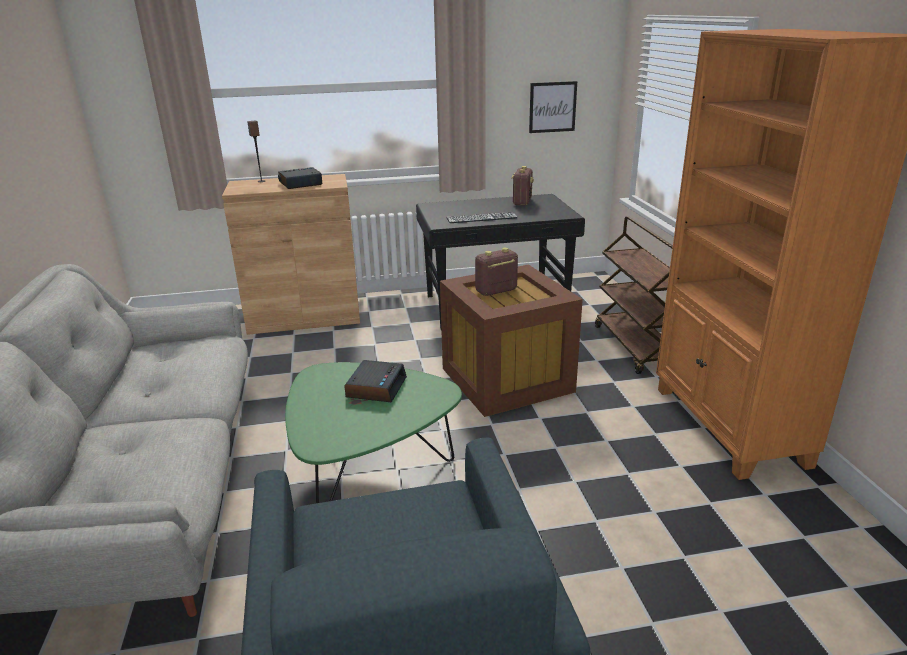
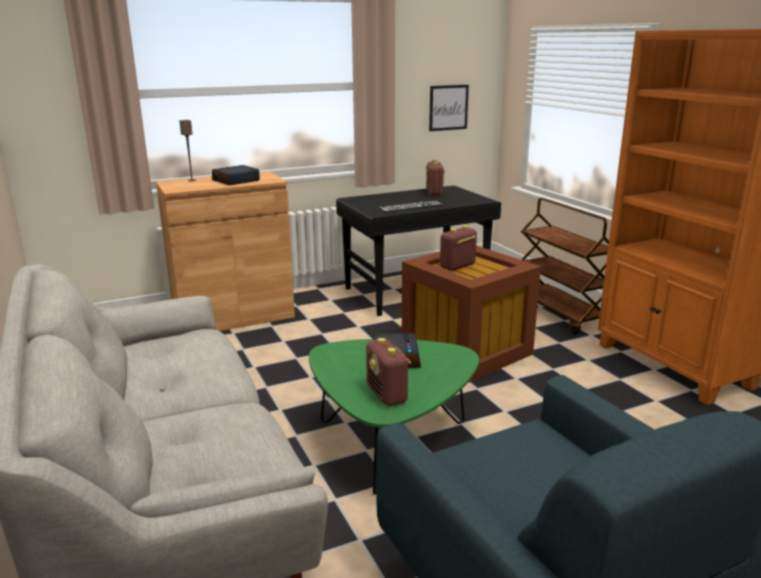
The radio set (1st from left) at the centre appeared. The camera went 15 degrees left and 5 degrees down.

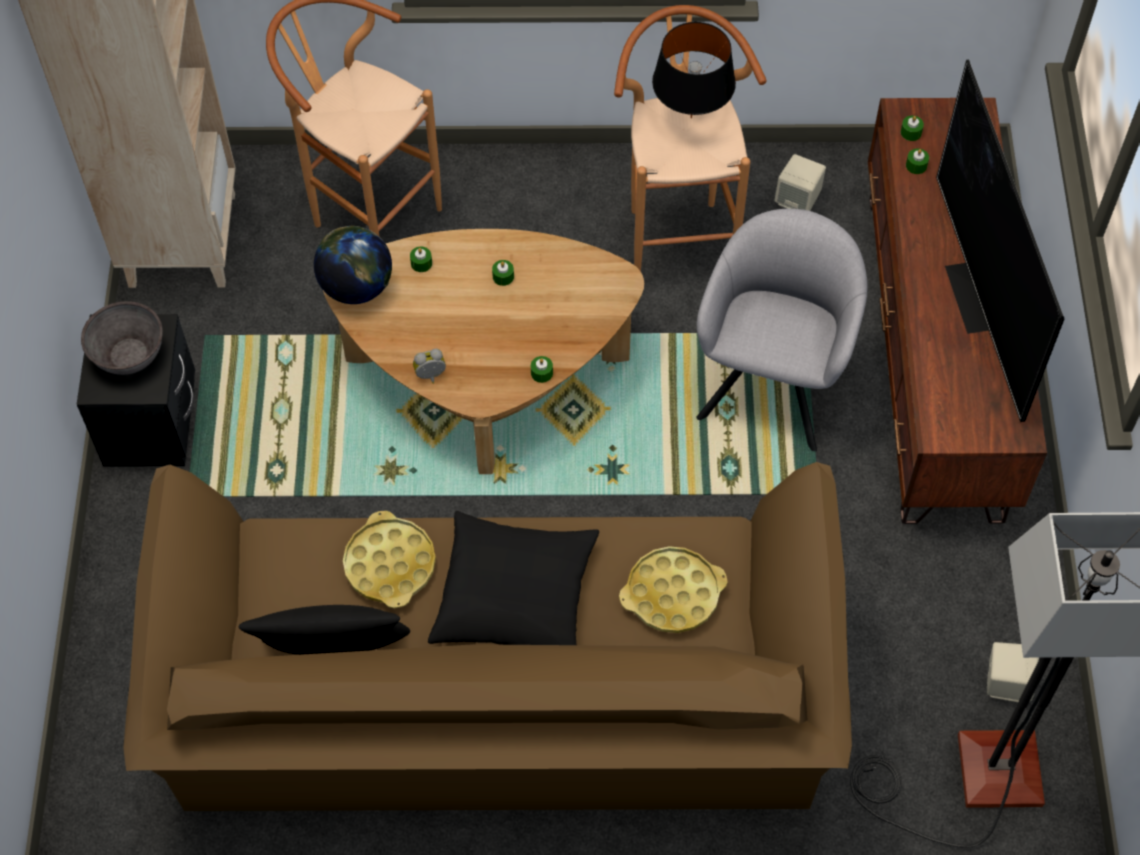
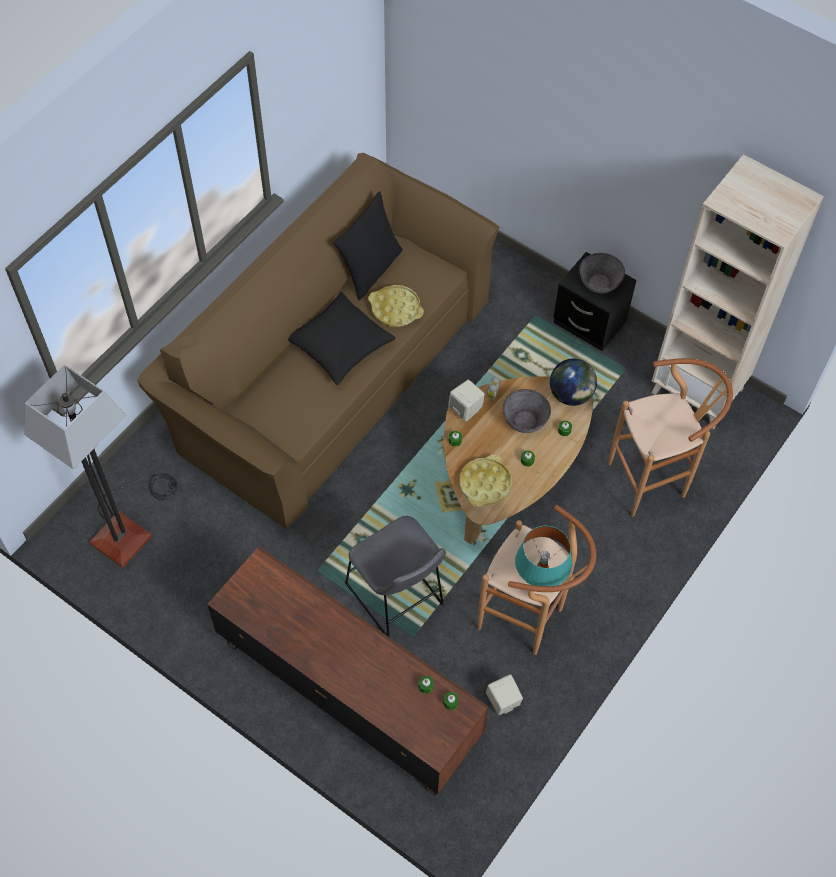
The black table lamp at the top centre became the turquoise-coloured table lamp at the centre. The television at the top right disappeared. The gray lounge chair at the middle right was replaced by the gray stool seat at the centre. The yellow serving tray (2nd from left) moved from the bottom centre to the centre. The beige-coloured audio speaker (2nd from left in the first image) moved from the bottom right to the centre. The gray bowl (1st from left) at the centre appeared. The camera went 125 degrees right and 0 degrees up.

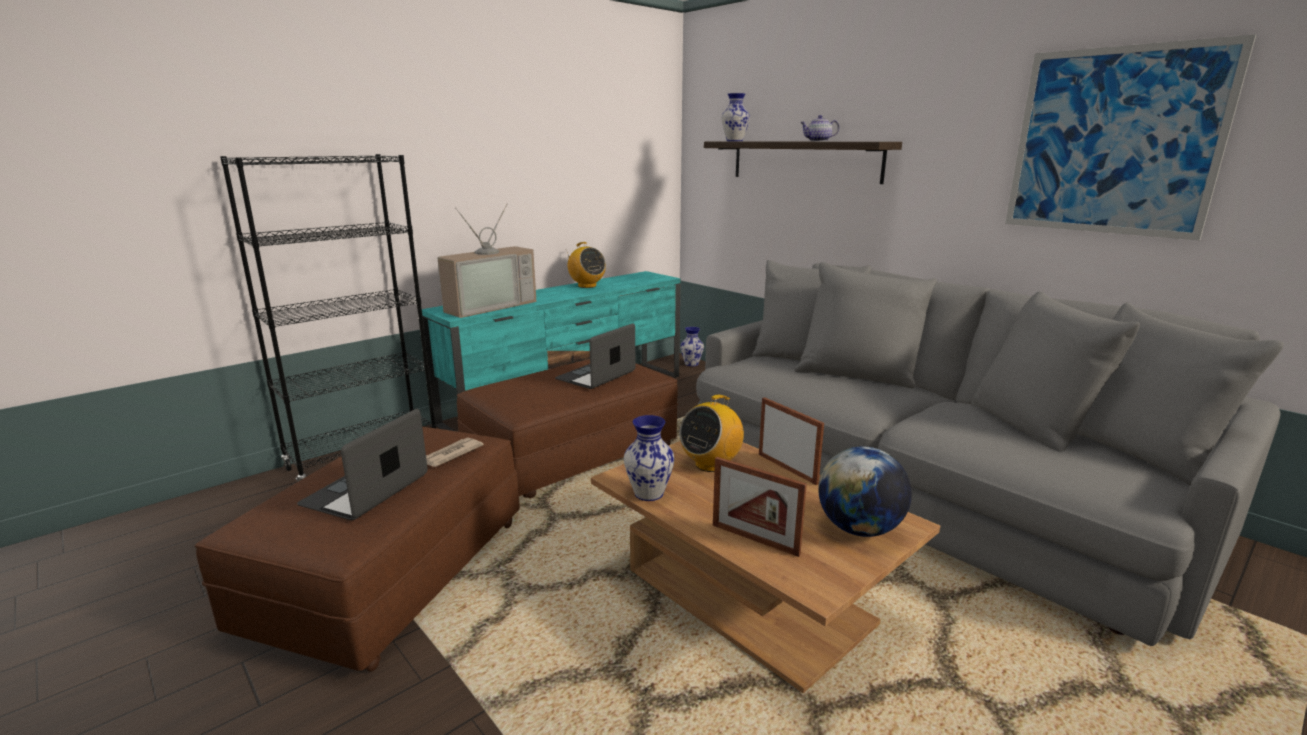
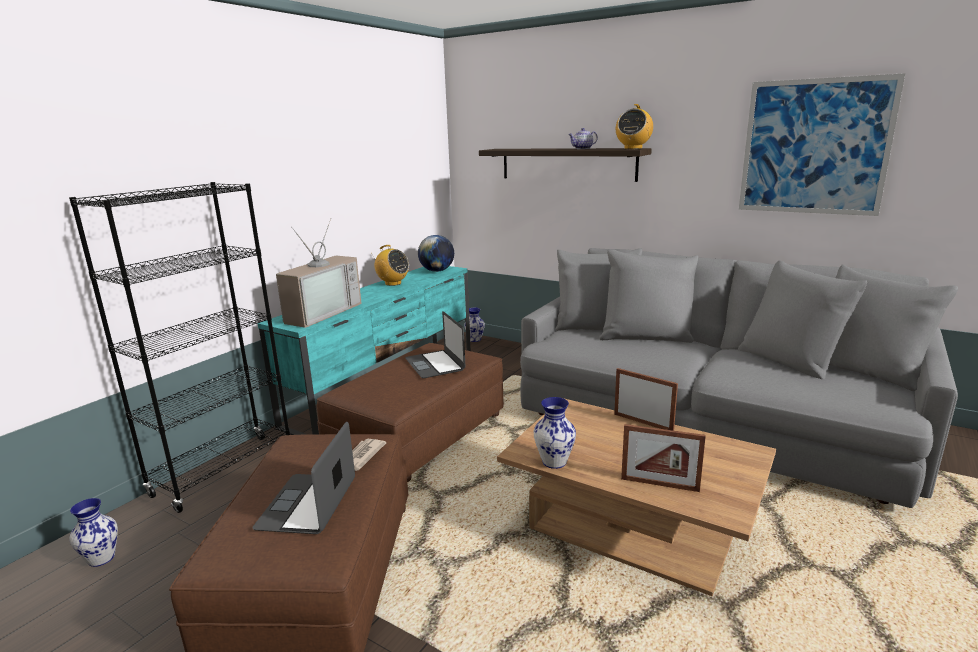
The vase (3rd from left in the first image) moved from the top centre to the bottom left. The notebook computer (2nd from left) at the centre turned 45 degrees counterclockwise. The radio set (2nd from left) moved from the centre to the top centre. The world globe moved from the bottom centre to the centre. The camera went 15 degrees left and 0 degrees up.

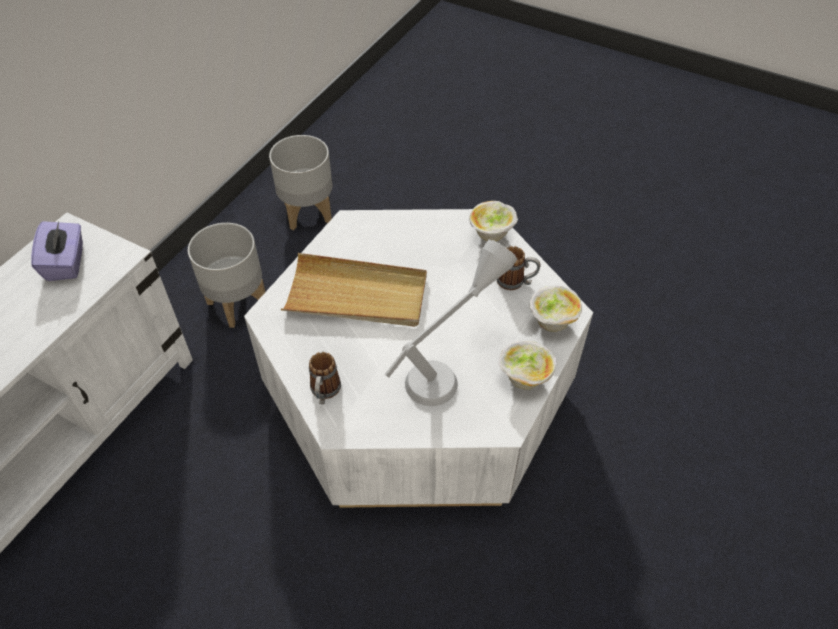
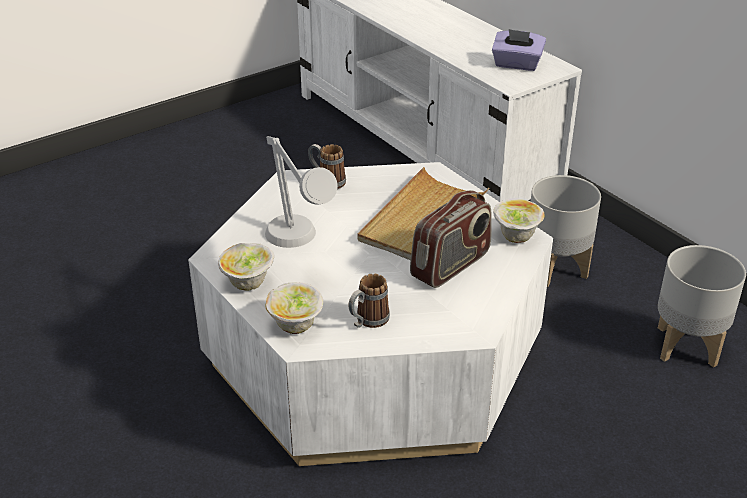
The bowl (1st from left in the first image) moved from the centre to the middle right. The radio set at the centre appeared. The camera went 115 degrees right and 15 degrees down.

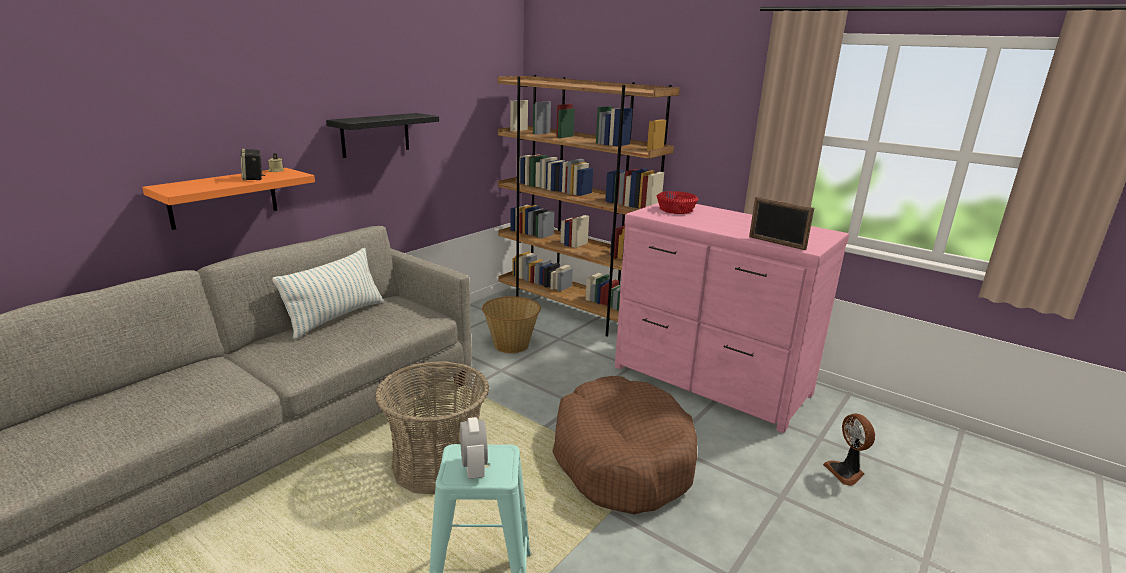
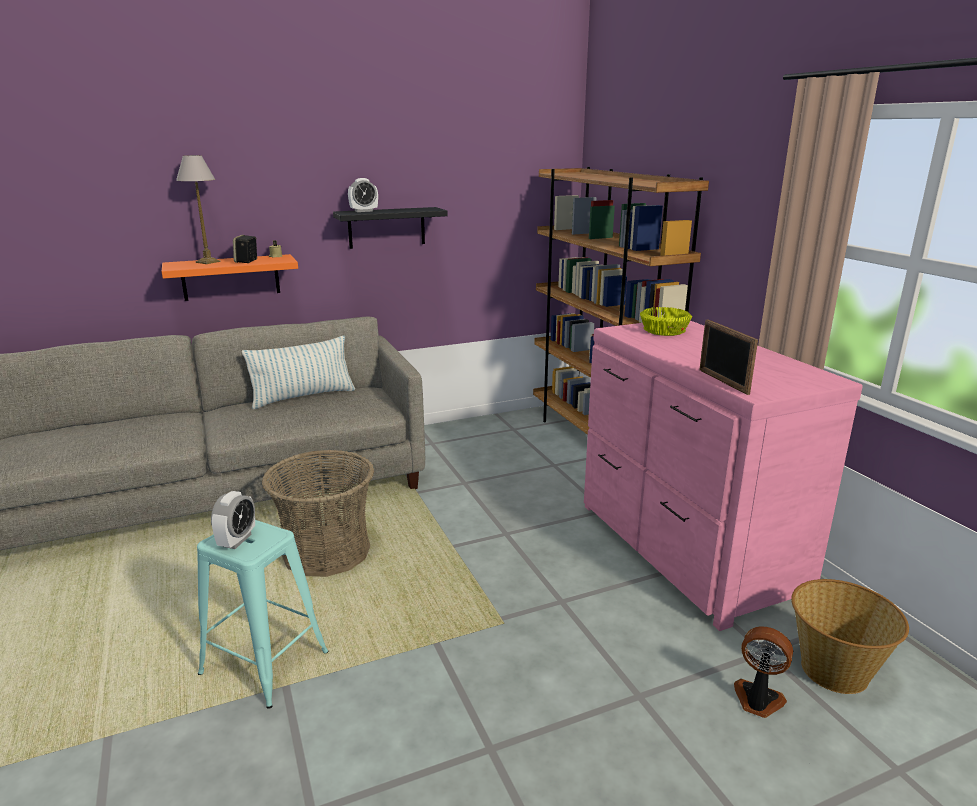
The red bowl at the centre became the yellow bowl at the middle right. The basket (2nd from left) moved from the centre to the bottom right. The brown-coloured dog bed at the bottom centre disappeared. The cooling fan at the bottom right turned 105 degrees clockwise. The table lamp at the top left appeared. The table clock (2nd from left) at the top centre appeared. The camera went 30 degrees right and 0 degrees up.

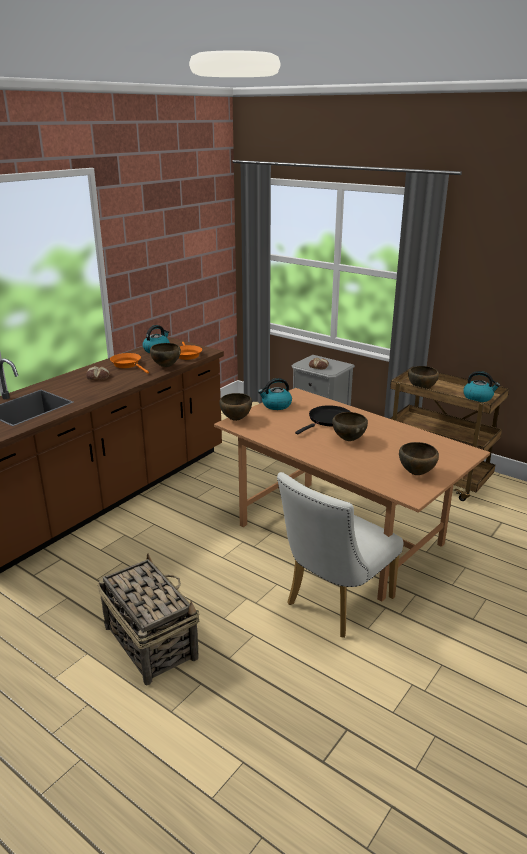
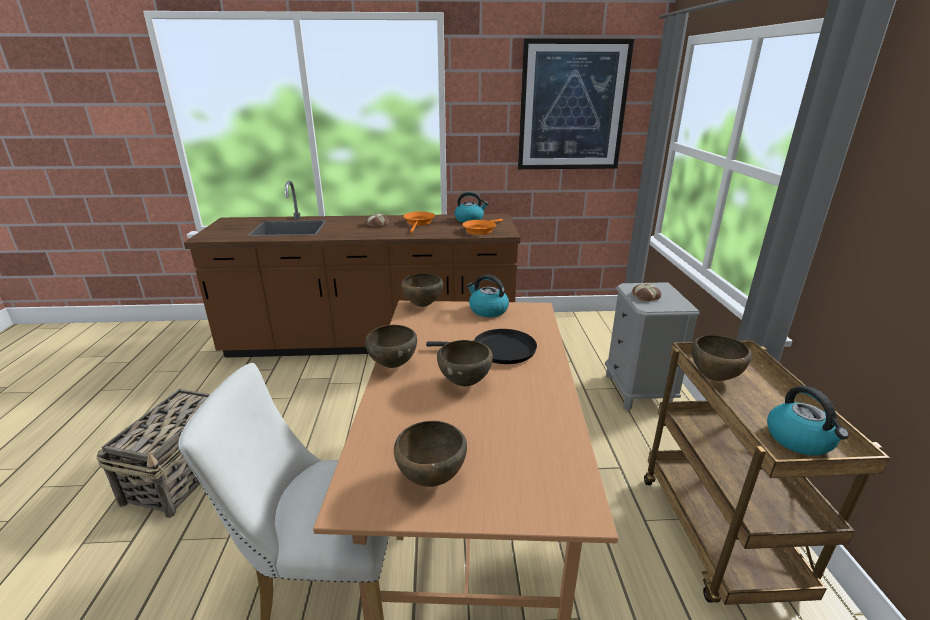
The brown-coloured bowl (1st from left) moved from the middle left to the centre. The picture at the top centre appeared. The camera went 50 degrees right and 0 degrees up.

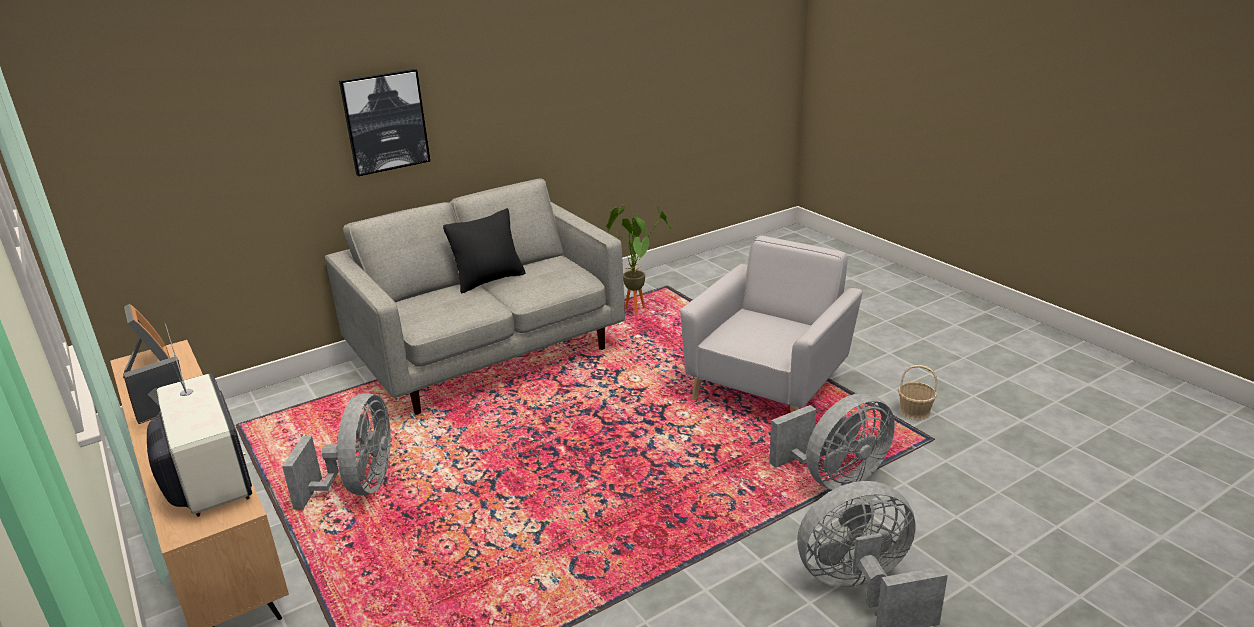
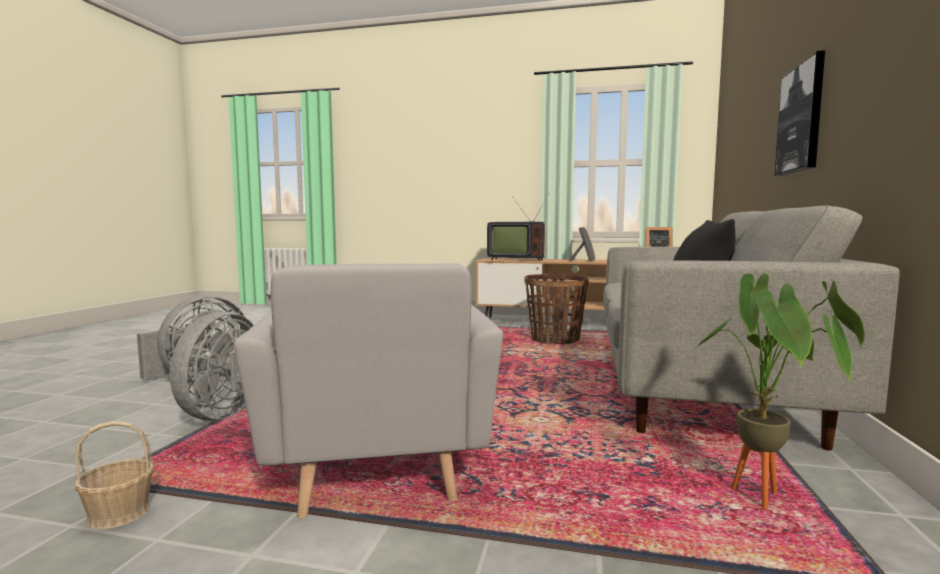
The gray cooling fan (1st from left) at the bottom left was replaced by the basket (2nd from left) at the centre. The camera went 135 degrees right and 20 degrees down.

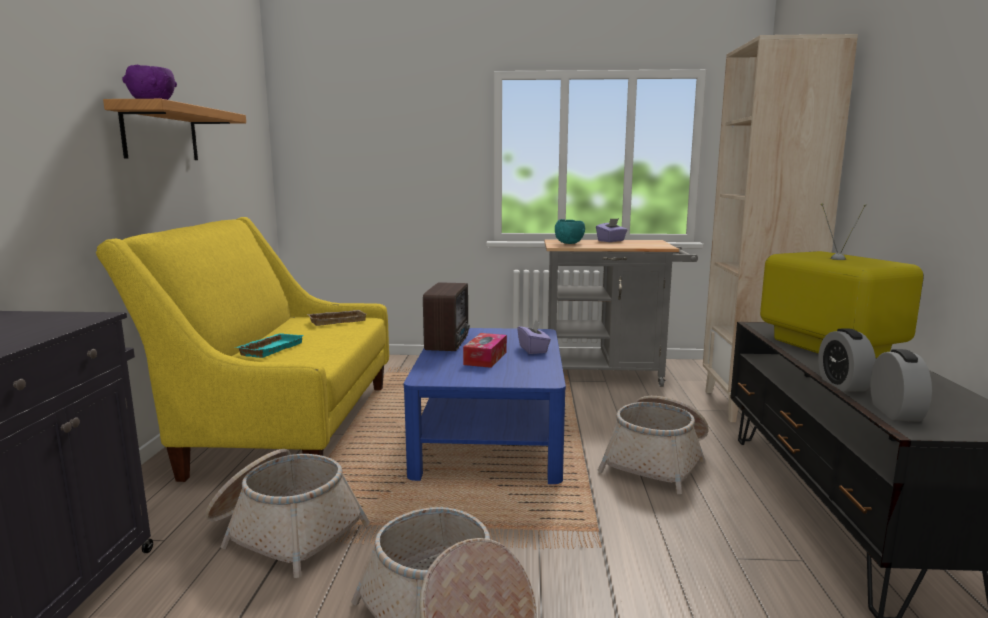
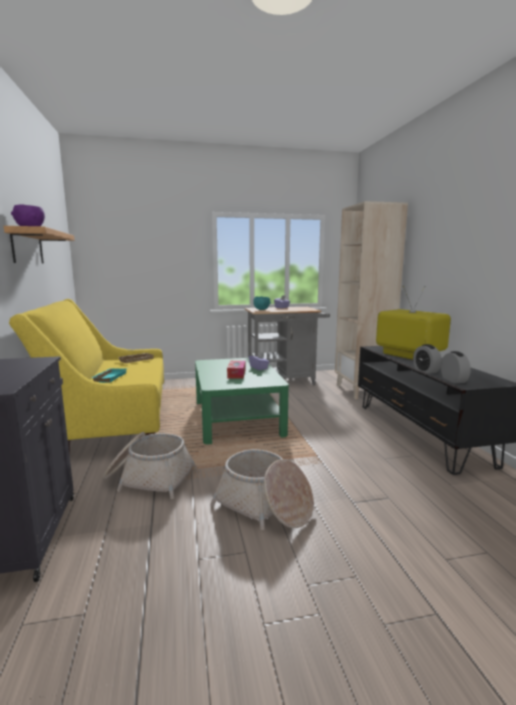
The radio set at the centre disappeared. The bluish lounge table at the centre became the greenish lounge table at the centre. The basket (3rd from left) at the bottom centre disappeared. The camera went 15 degrees left and 0 degrees up.

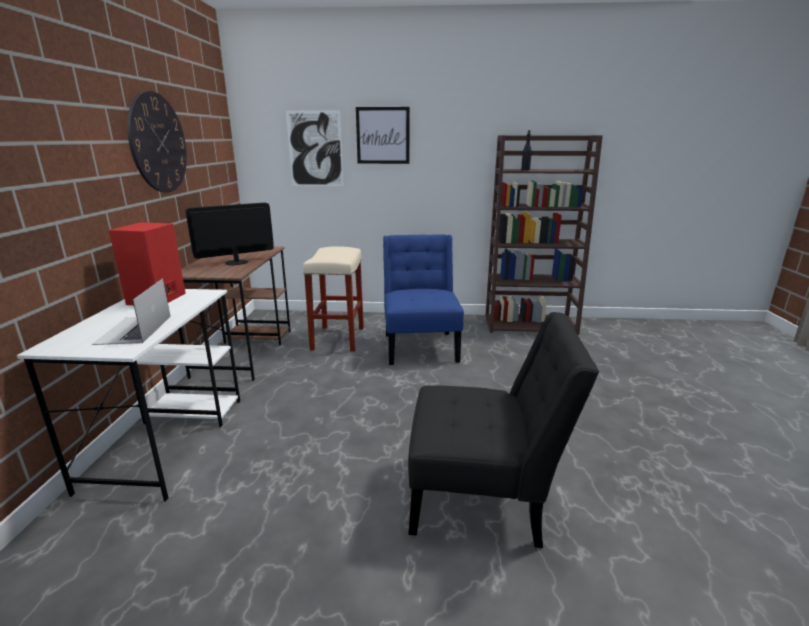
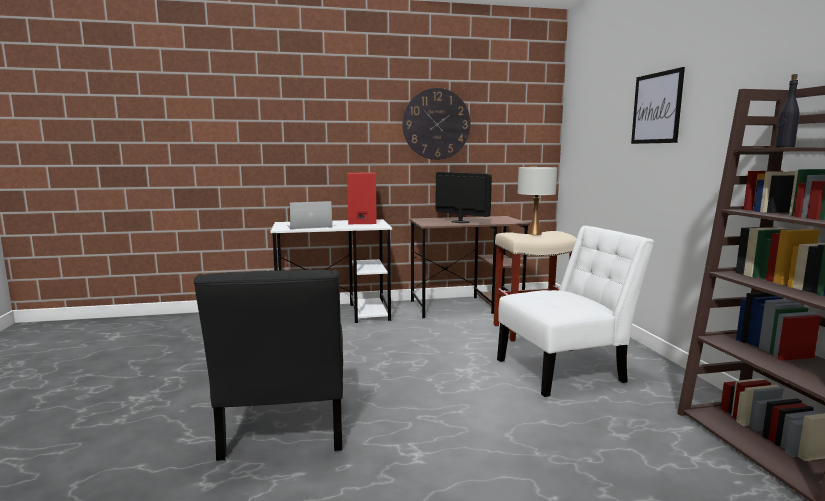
The picture (1st from left) at the top centre disappeared. The bluish upright chair at the centre became the white-coloured upright chair at the middle right. The white-coloured table lamp at the centre appeared. The camera went 75 degrees right and 10 degrees down.

